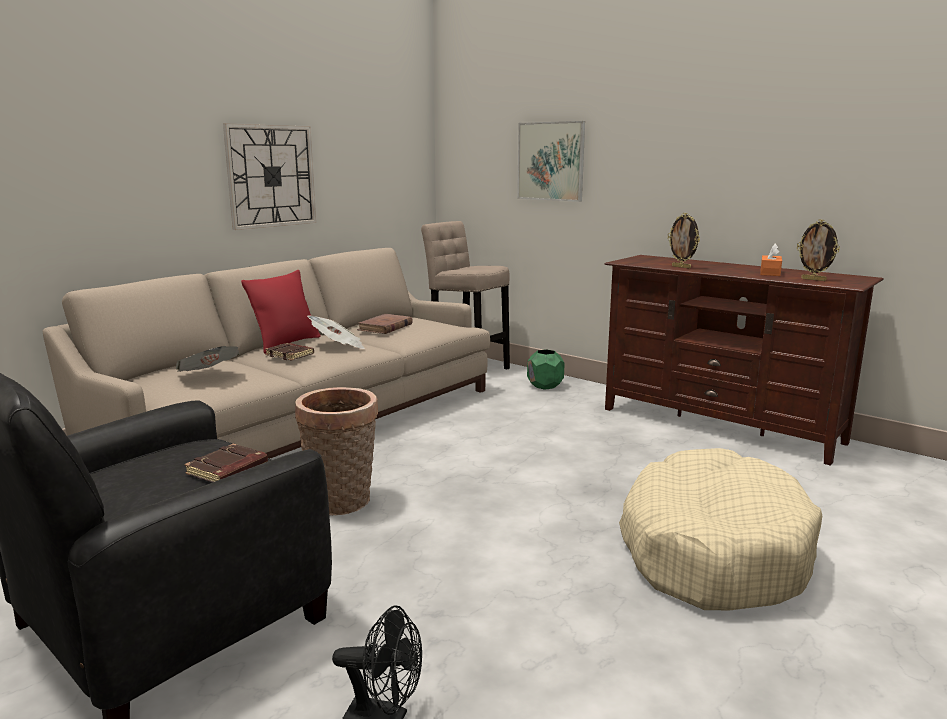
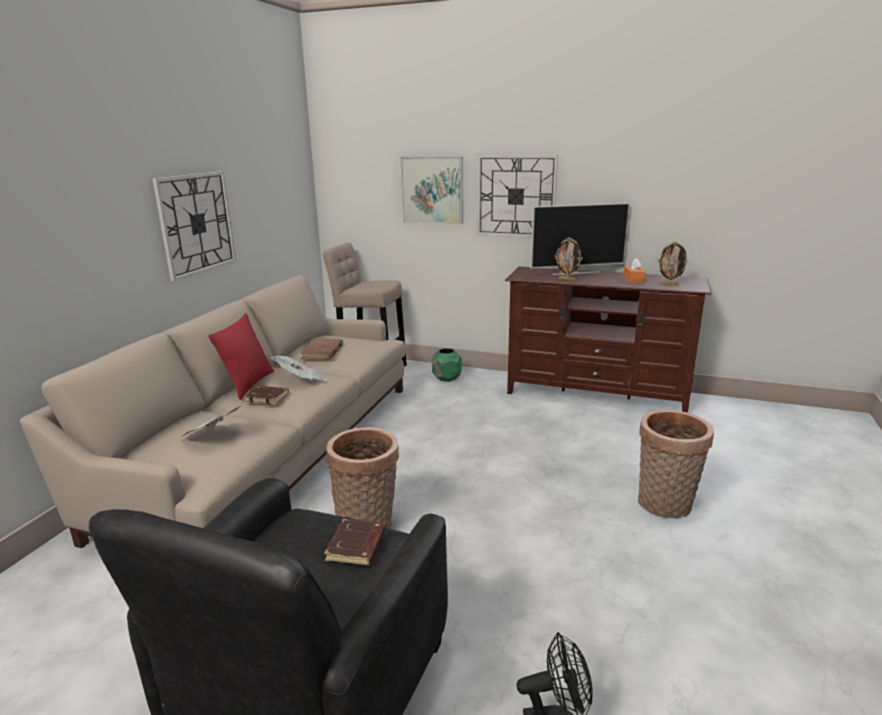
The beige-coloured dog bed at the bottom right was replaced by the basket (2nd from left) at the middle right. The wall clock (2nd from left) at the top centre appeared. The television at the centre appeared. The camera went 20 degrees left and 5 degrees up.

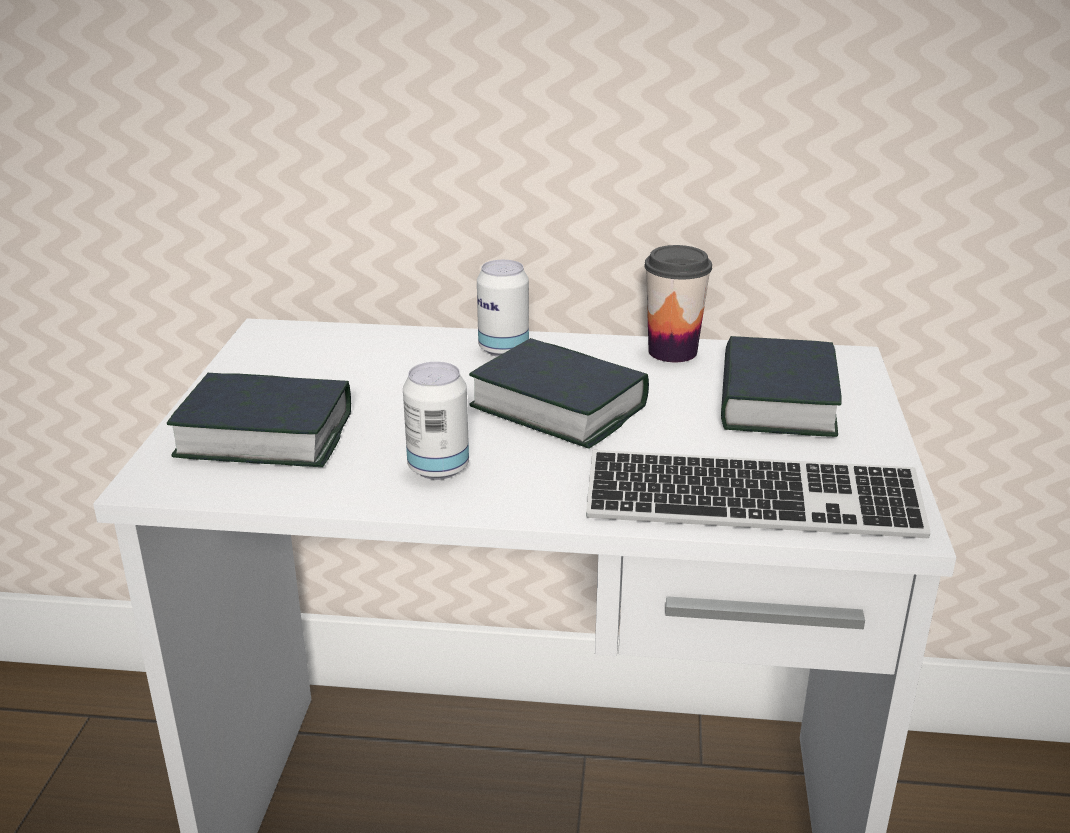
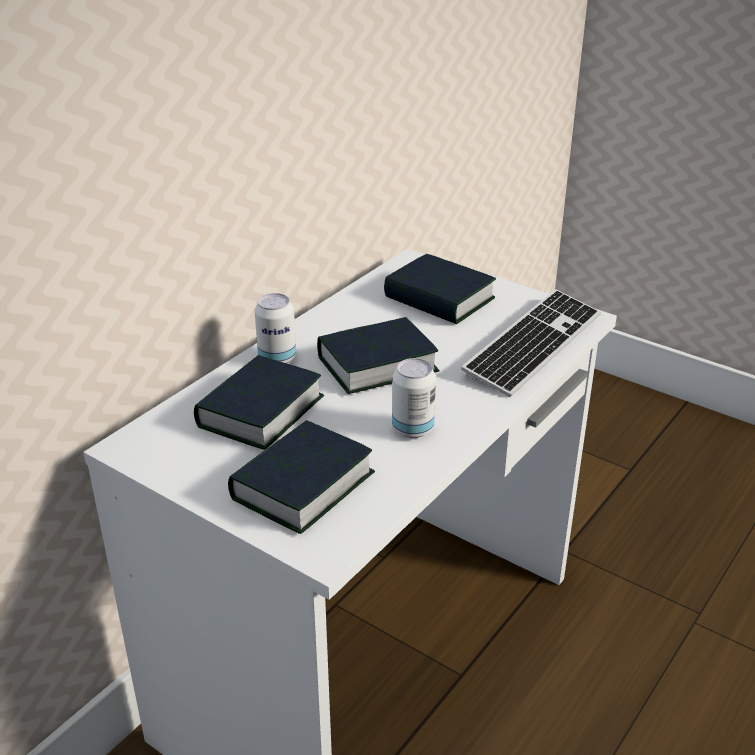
The cup at the centre disappeared. The bound book (1st from left) at the centre appeared. The camera went 60 degrees left and 5 degrees up.

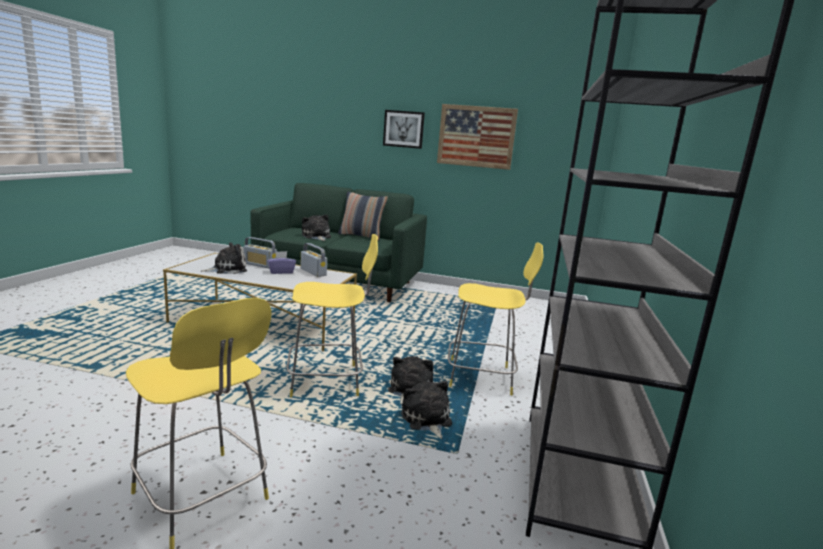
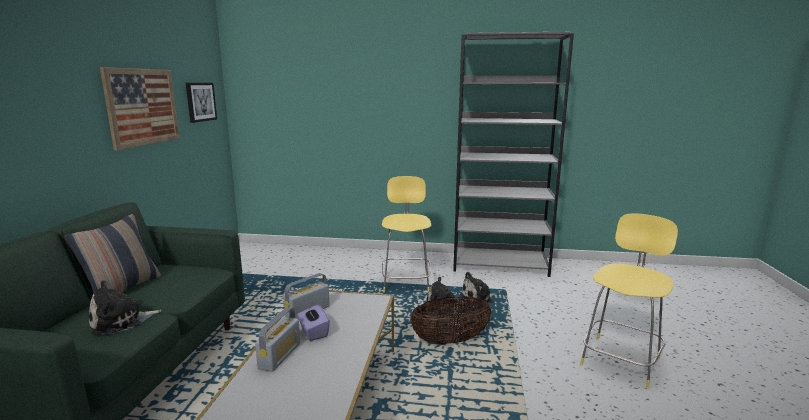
The picture (1st from left in the first image) moved from the top centre to the top left. The yellow stool seat (2nd from left) at the centre was replaced by the basket at the bottom centre. The plush toy (1st from left) at the middle left disappeared. The camera went 95 degrees left and 0 degrees up.

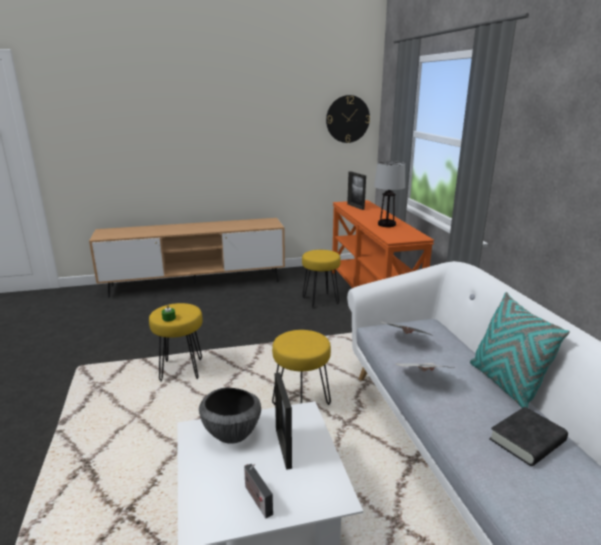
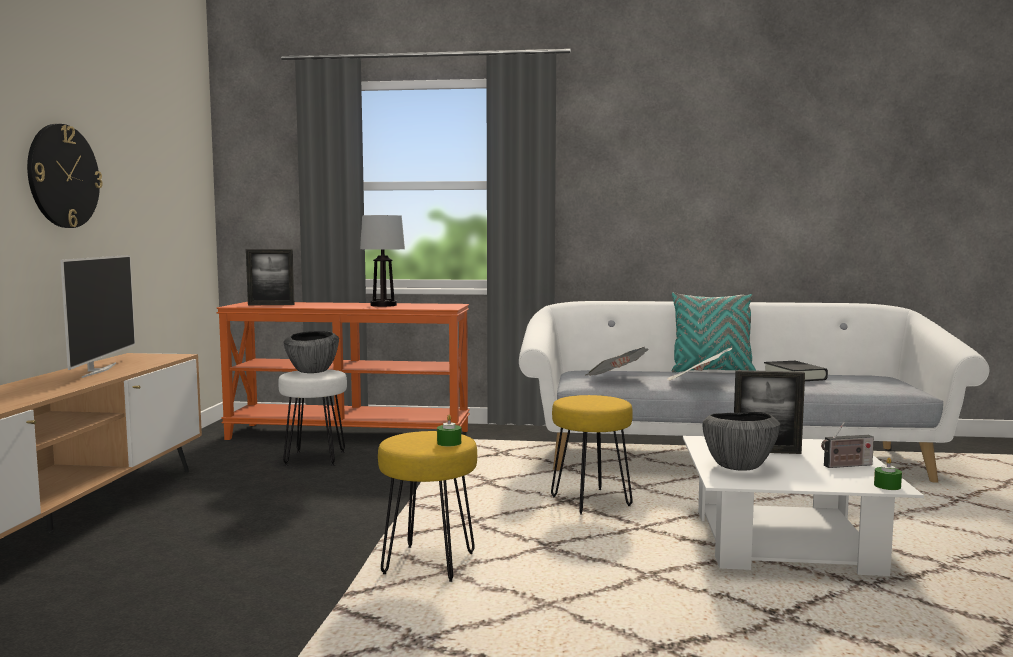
The wall clock moved from the top centre to the top left. The yellow stool seat (3rd from left) at the centre became the white-coloured stool seat at the middle left. The television at the middle left appeared. The bowl (1st from left) at the middle left appeared. The greenish wax candle (2nd from left) at the bottom right appeared. The camera went 70 degrees left and 15 degrees down.

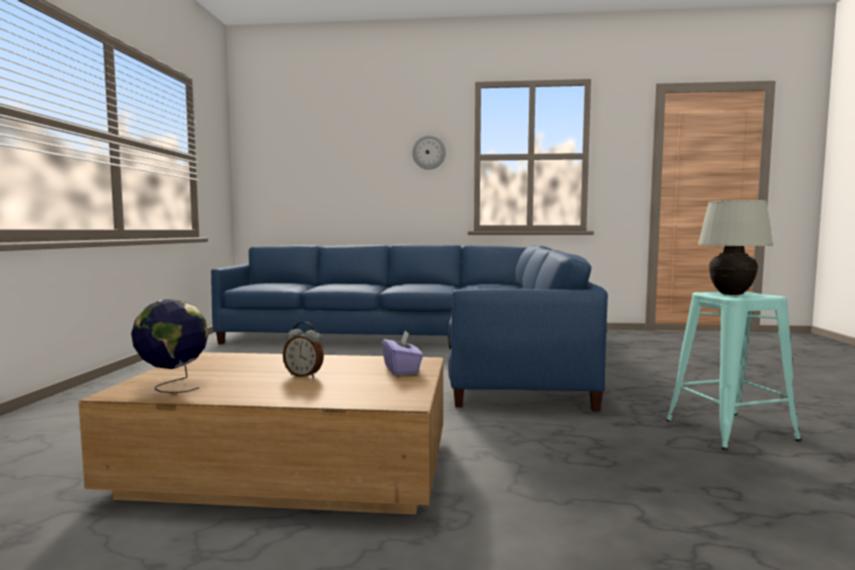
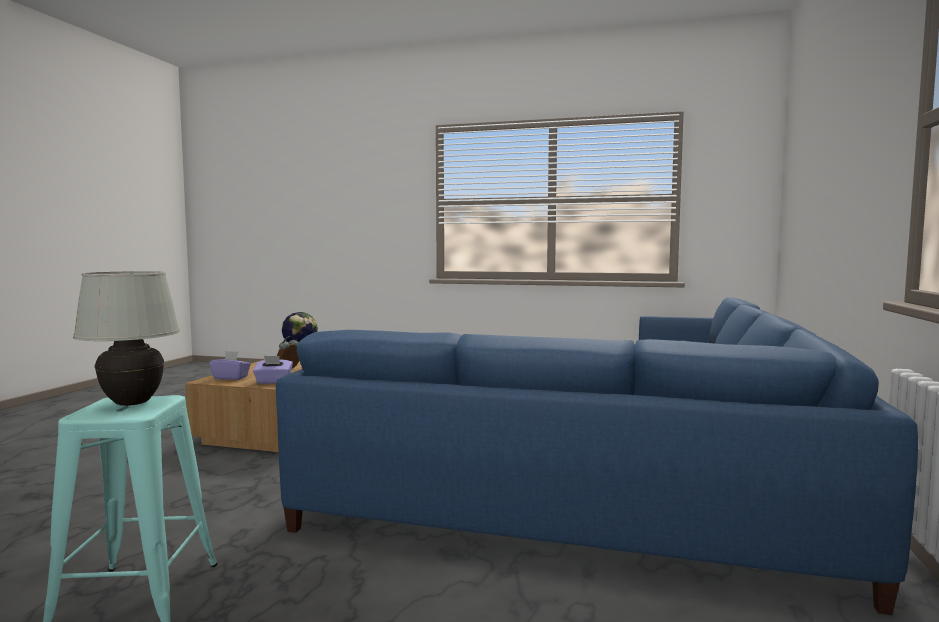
The wall clock at the top centre disappeared. The purple tissue box (1st from left) at the middle left appeared. The camera went 100 degrees right and 0 degrees up.

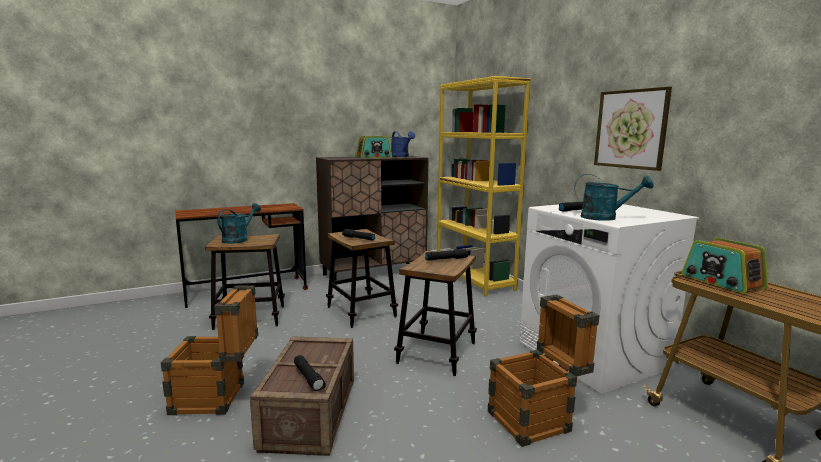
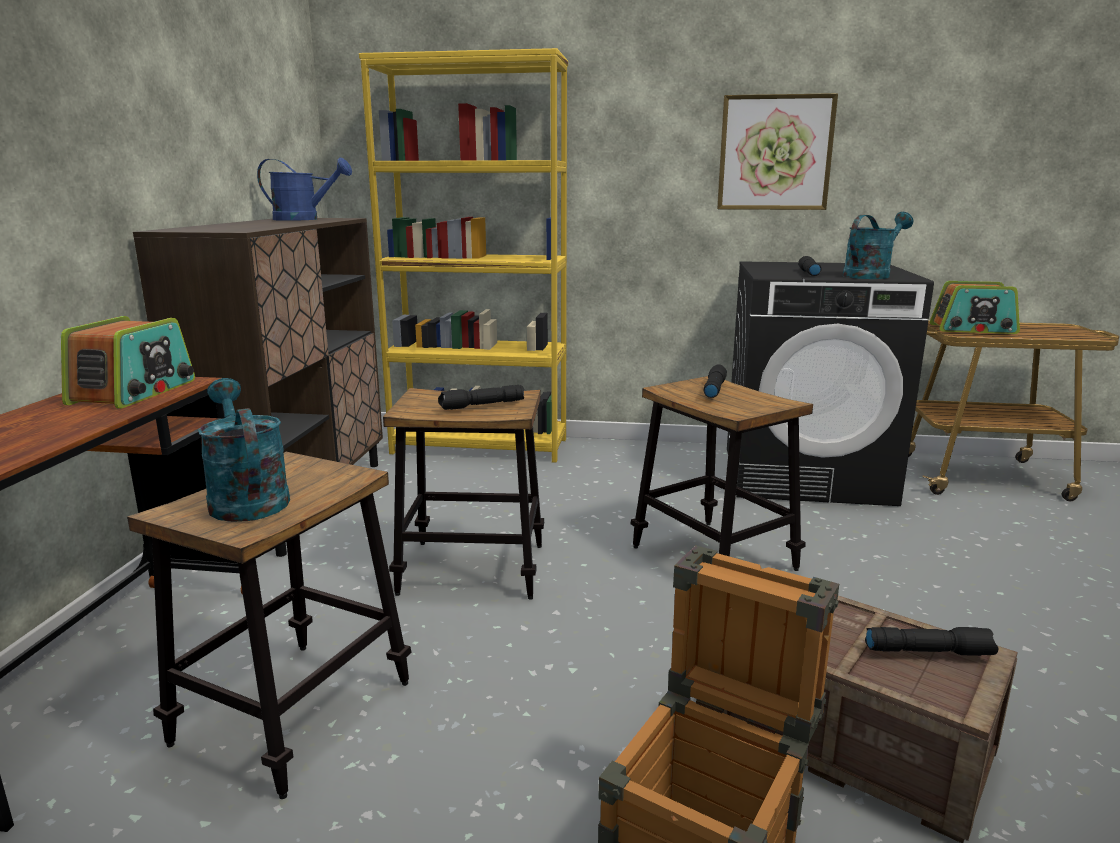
The radio set (1st from left) moved from the top centre to the middle left. The white-coloured washing machine at the middle right became the black washing machine at the middle right. The packing crate (3rd from left) at the bottom centre disappeared. The camera went 55 degrees left and 5 degrees up.

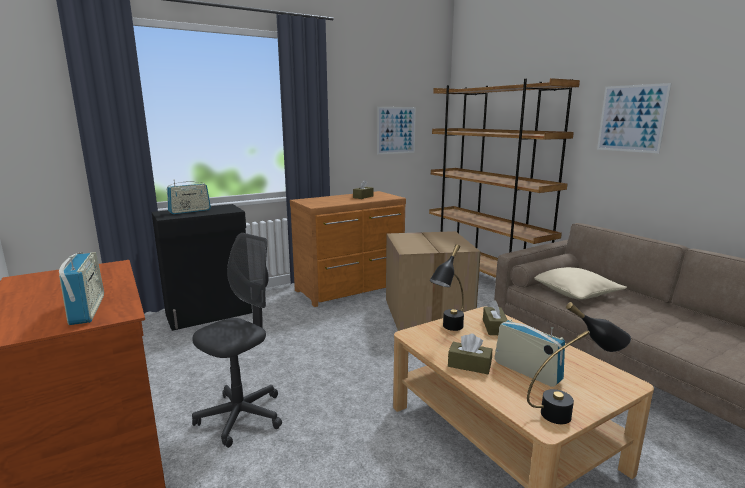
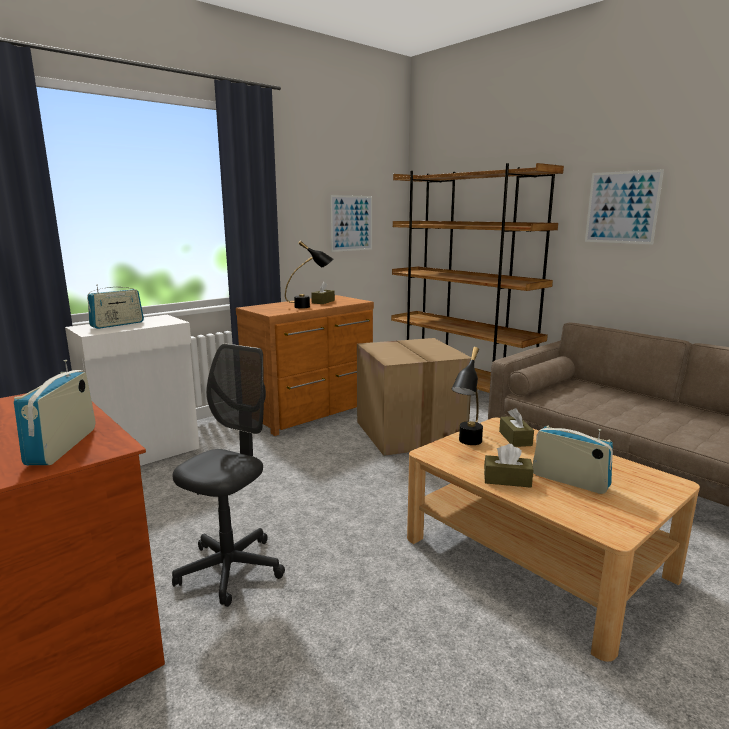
The black cabinet at the middle left became the white-coloured cabinet at the middle left. The radio set (1st from left) at the middle left turned 150 degrees counterclockwise. The beige-coloured pillow at the middle right disappeared. The black table lamp (2nd from left in the first image) moved from the bottom right to the centre. The camera went 10 degrees left and 0 degrees up.

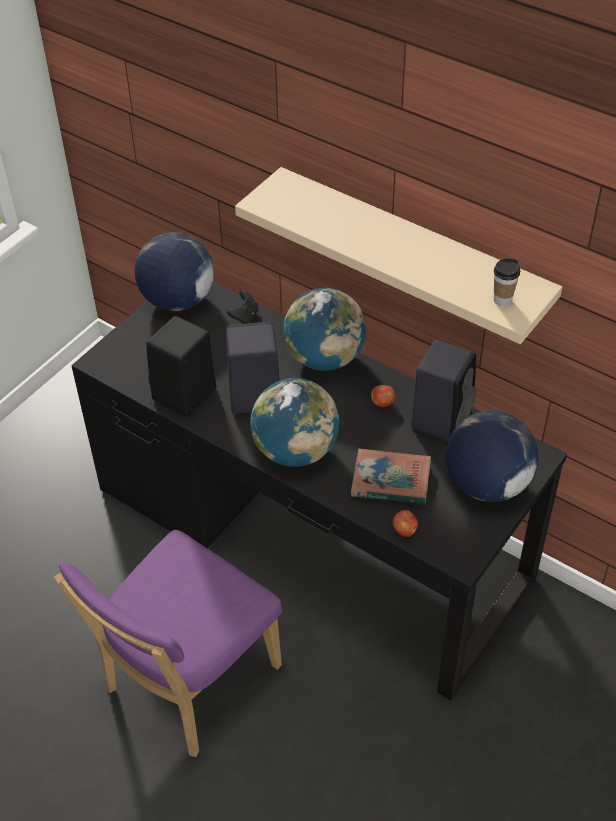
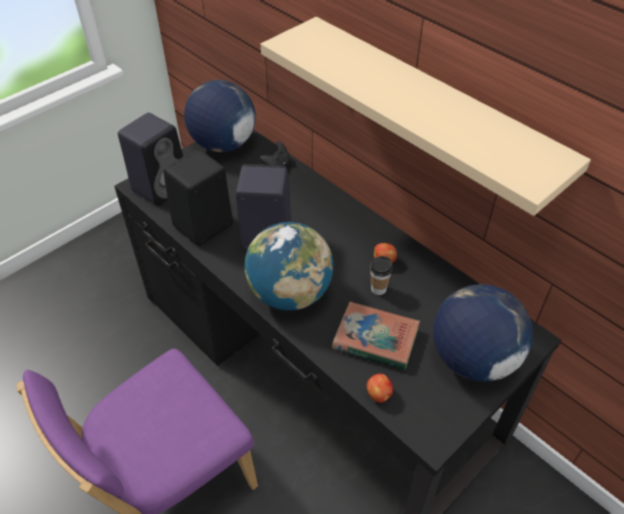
The cup moved from the middle right to the centre. The world globe (3rd from left) at the centre disappeared. The black audio speaker (3rd from left in the first image) moved from the middle right to the top left. The camera went 10 degrees right and 0 degrees up.

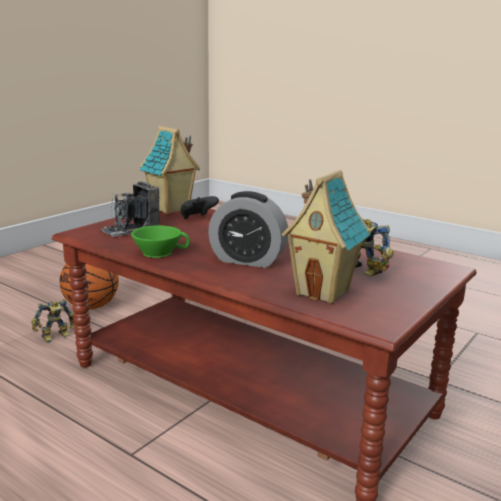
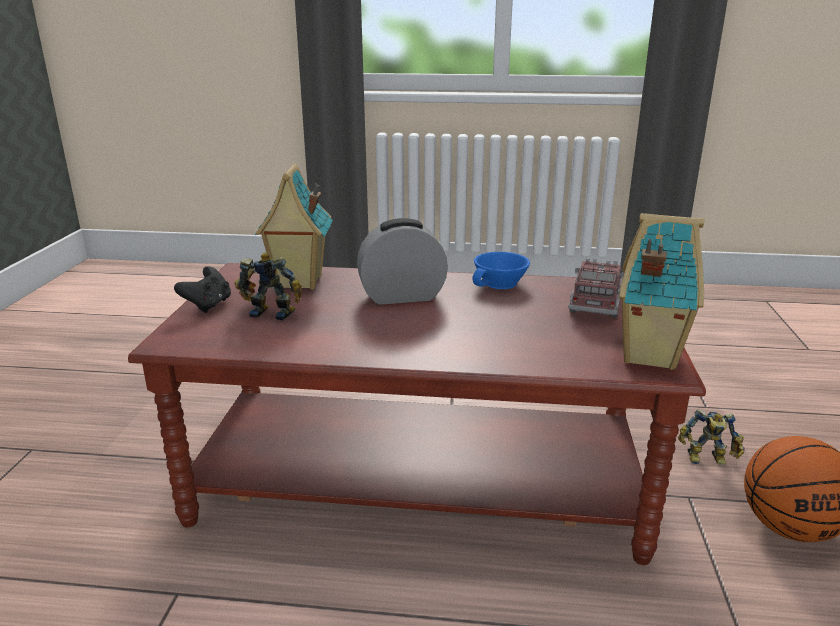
The still camera at the middle left was replaced by the toy lorry at the middle right. The black game controller moved from the centre to the middle left. The greenish cup at the middle left became the bluish cup at the centre. The model robot (1st from left in the first image) at the middle left turned 105 degrees counterclockwise. The camera went 150 degrees right and 5 degrees up.

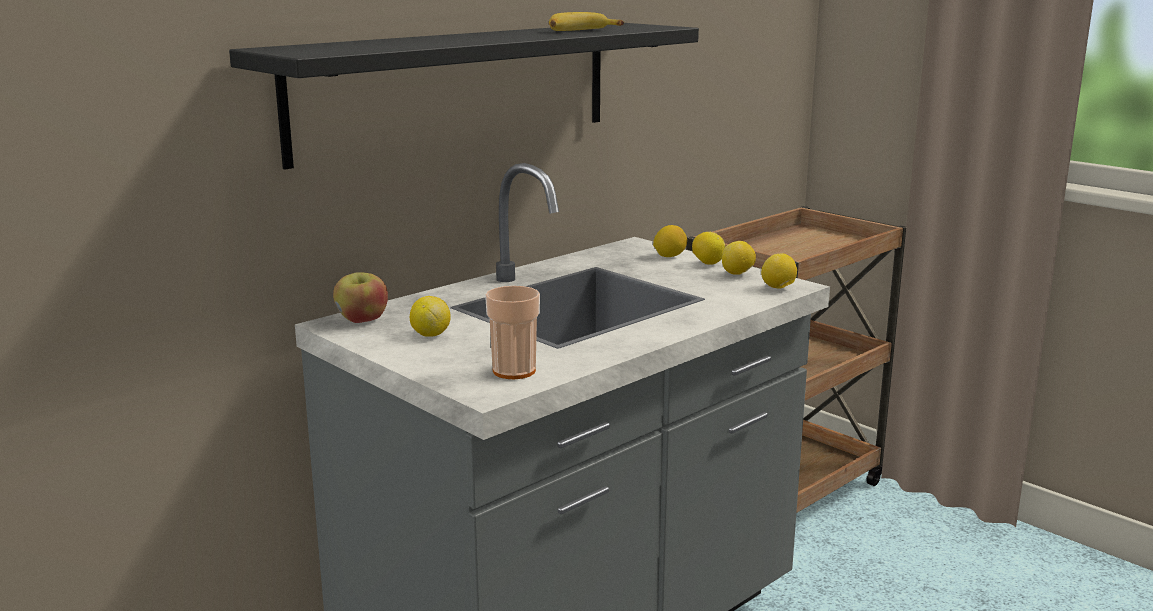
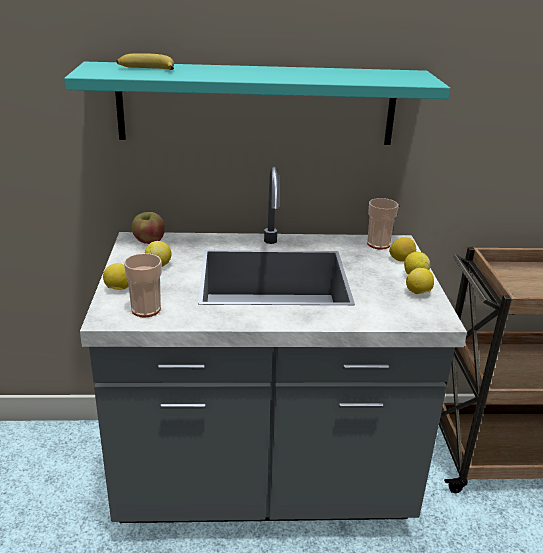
The banana fruit moved from the top centre to the top left. The black wall shelf at the top centre became the turquoise-coloured wall shelf at the top centre. The lemon (5th from left in the first image) moved from the middle right to the middle left. The cup (2nd from left) at the middle right appeared. The camera went 40 degrees right and 10 degrees up.

